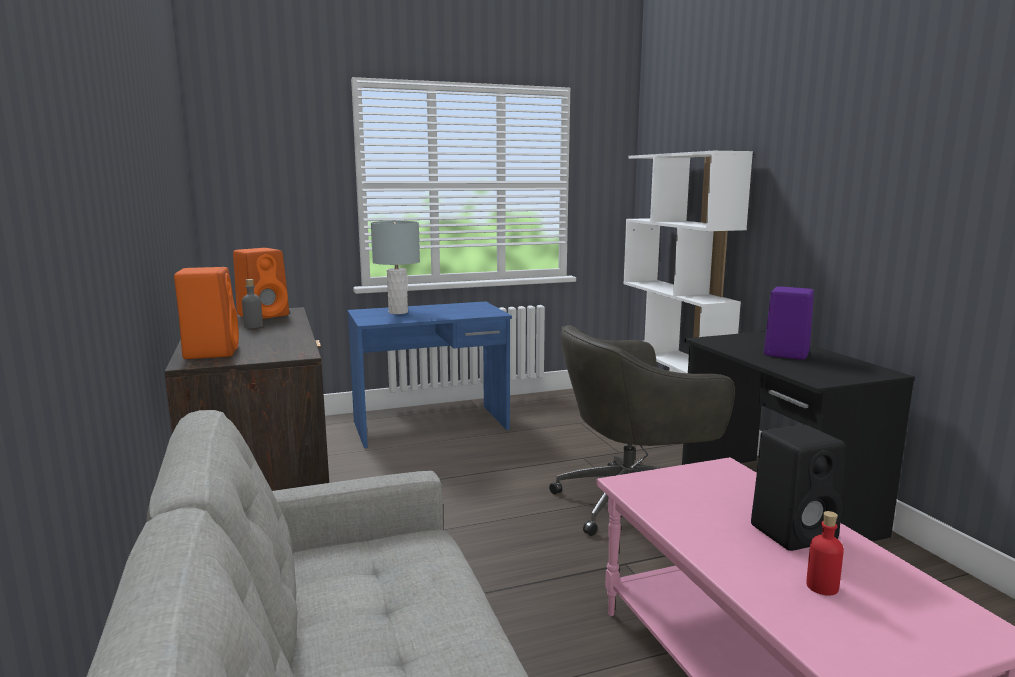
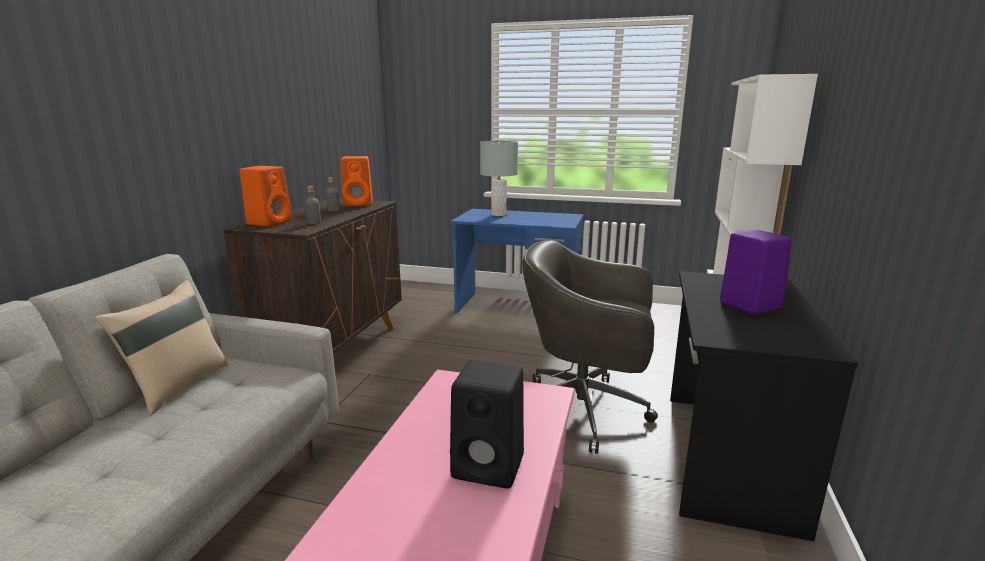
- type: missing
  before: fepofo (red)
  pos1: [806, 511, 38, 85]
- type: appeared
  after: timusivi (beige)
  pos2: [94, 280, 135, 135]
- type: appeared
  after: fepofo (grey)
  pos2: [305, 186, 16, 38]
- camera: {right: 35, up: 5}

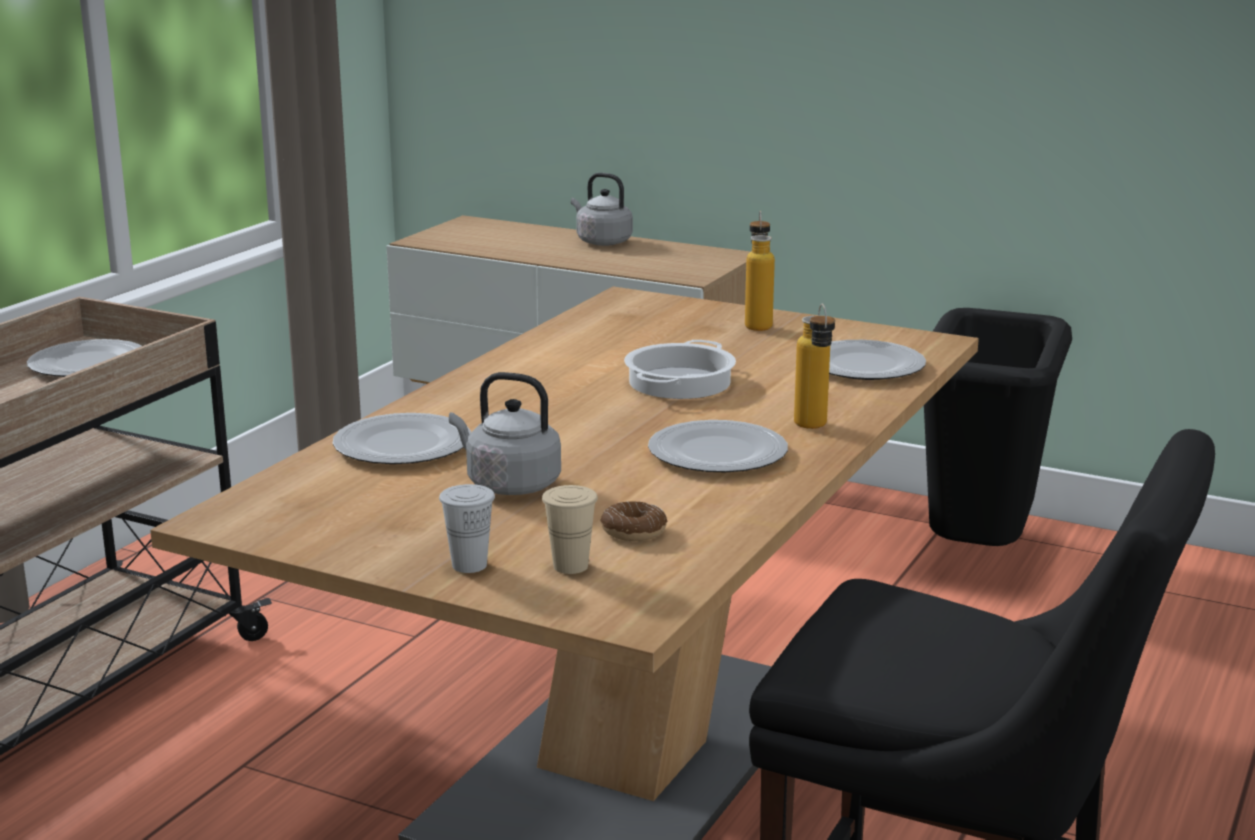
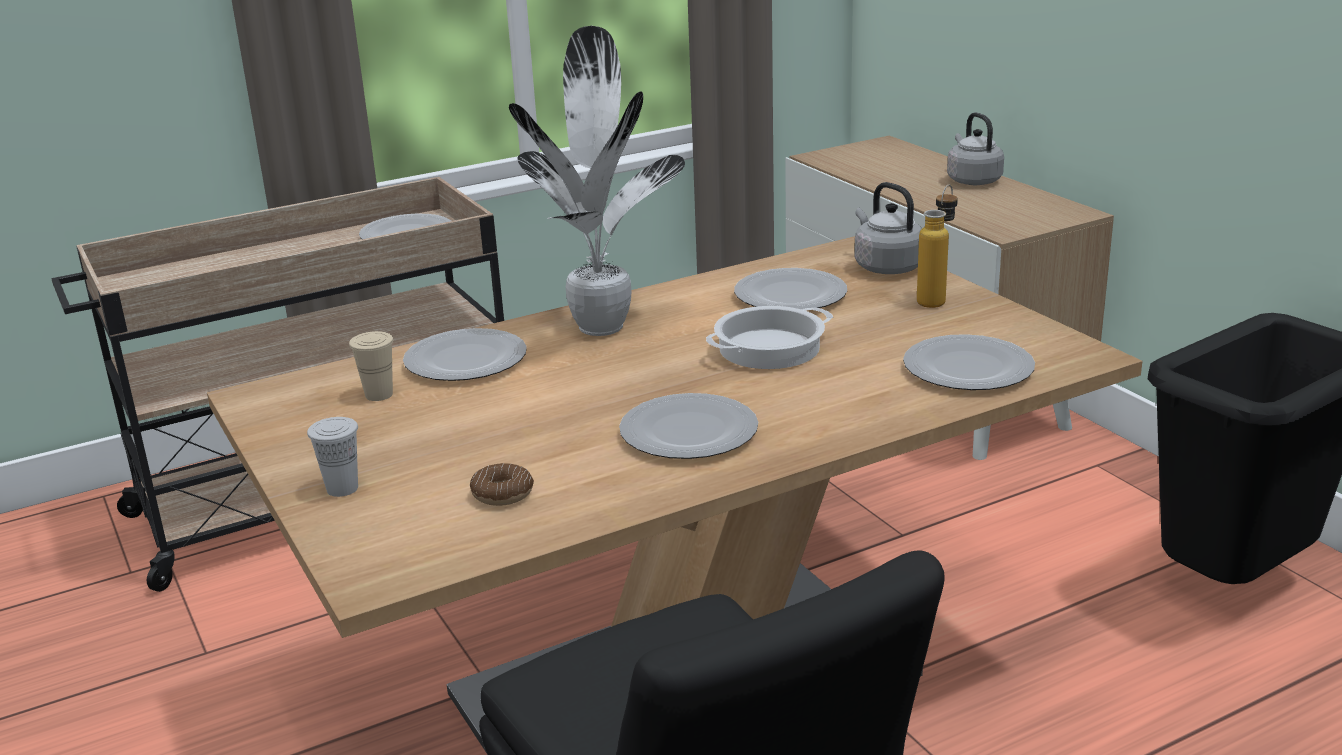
- type: relocated
  before: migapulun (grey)
  pos1: [449, 372, 112, 123]
  pos2: [854, 182, 68, 92]
- type: relocated
  before: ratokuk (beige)
  pos1: [542, 485, 56, 89]
  pos2: [349, 331, 45, 70]
- type: missing
  before: fepofo
  pos1: [794, 304, 41, 125]
- type: appeared
  after: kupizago
  pos2: [509, 26, 176, 310]
- type: appeared
  after: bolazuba
  pos2: [734, 268, 113, 41]
- camera: {right: 35, up: 5}

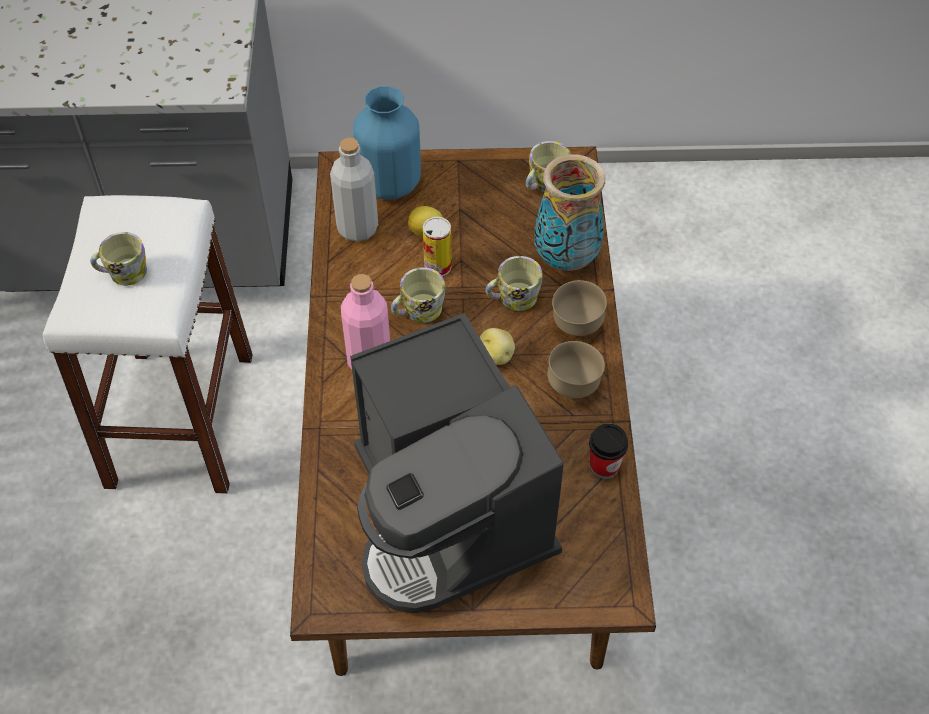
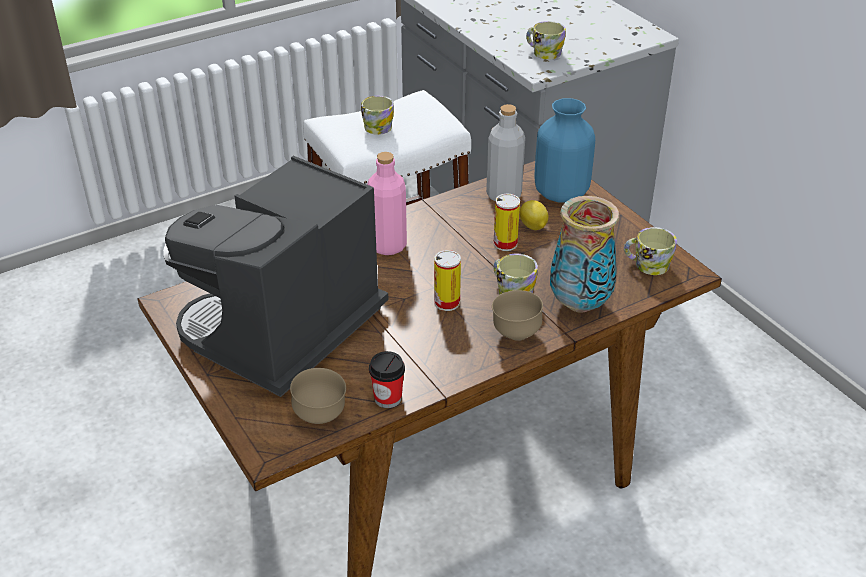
- type: relocated
  before: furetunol
  pos1: [391, 267, 54, 56]
  pos2: [526, 21, 40, 39]
- type: exchanged
  before: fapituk
  after: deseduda
  pos1: [480, 328, 35, 37]
  pos2: [434, 250, 27, 61]
- type: relocated
  before: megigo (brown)
  pos1: [547, 341, 58, 58]
  pos2: [290, 368, 56, 56]
- camera: {right: 60, up: -15}

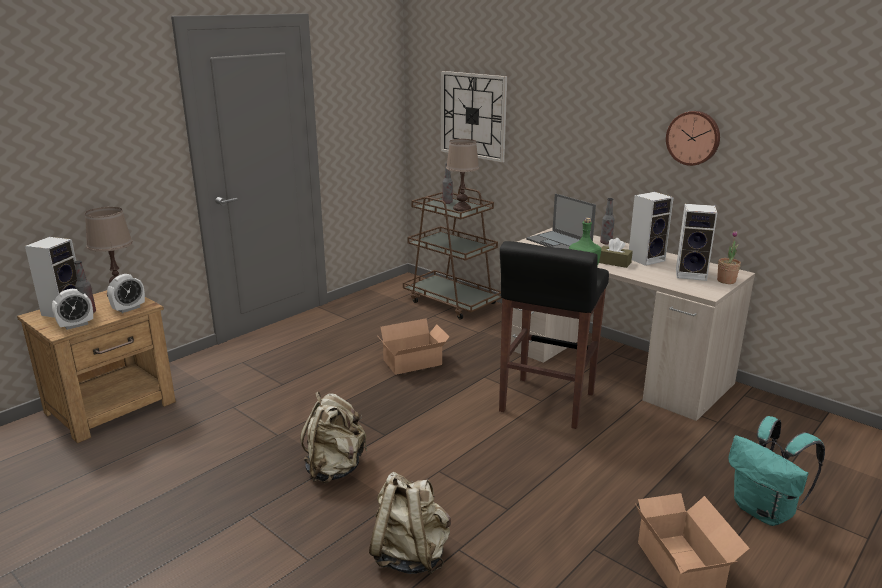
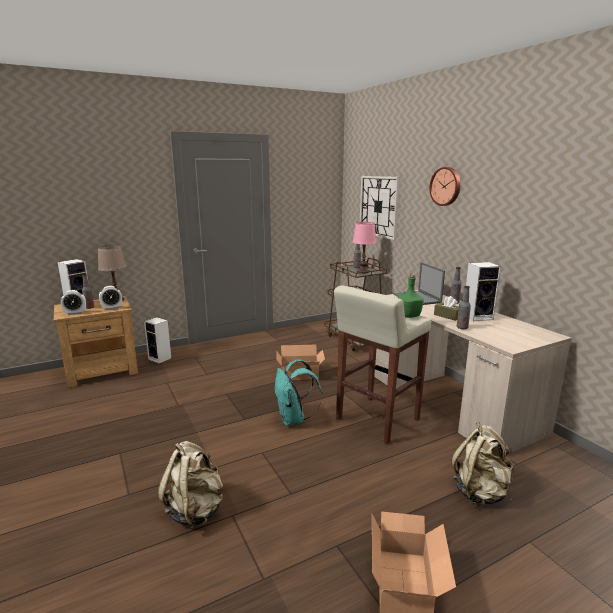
- type: relocated
  before: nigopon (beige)
  pos1: [300, 391, 67, 92]
  pos2: [451, 422, 63, 84]
- type: colour
  before: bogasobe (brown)
  after: bogasobe (pink)
  pos1: [446, 139, 33, 72]
  pos2: [352, 222, 24, 51]
- type: colour
  before: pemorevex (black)
  after: pemorevex (beige)
  pos1: [499, 241, 110, 188]
  pos2: [334, 285, 97, 159]
- type: relocated
  before: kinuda
  pos1: [666, 111, 54, 55]
  pos2: [429, 167, 31, 39]
- type: relocated
  before: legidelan
  pos1: [676, 204, 41, 77]
  pos2: [144, 317, 27, 47]
- type: missing
  before: kupizago
  pos1: [717, 230, 24, 54]
- type: relocated
  before: nigopon (turquoise)
  pos1: [728, 416, 97, 110]
  pos2: [275, 359, 47, 67]
- type: appeared
  after: fepofo
  pos2: [457, 286, 14, 43]
- camera: {right: 20, up: -5}

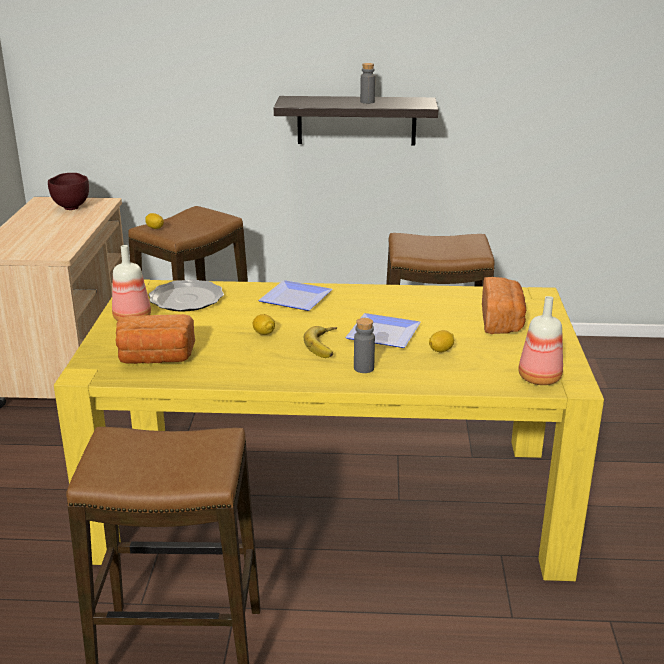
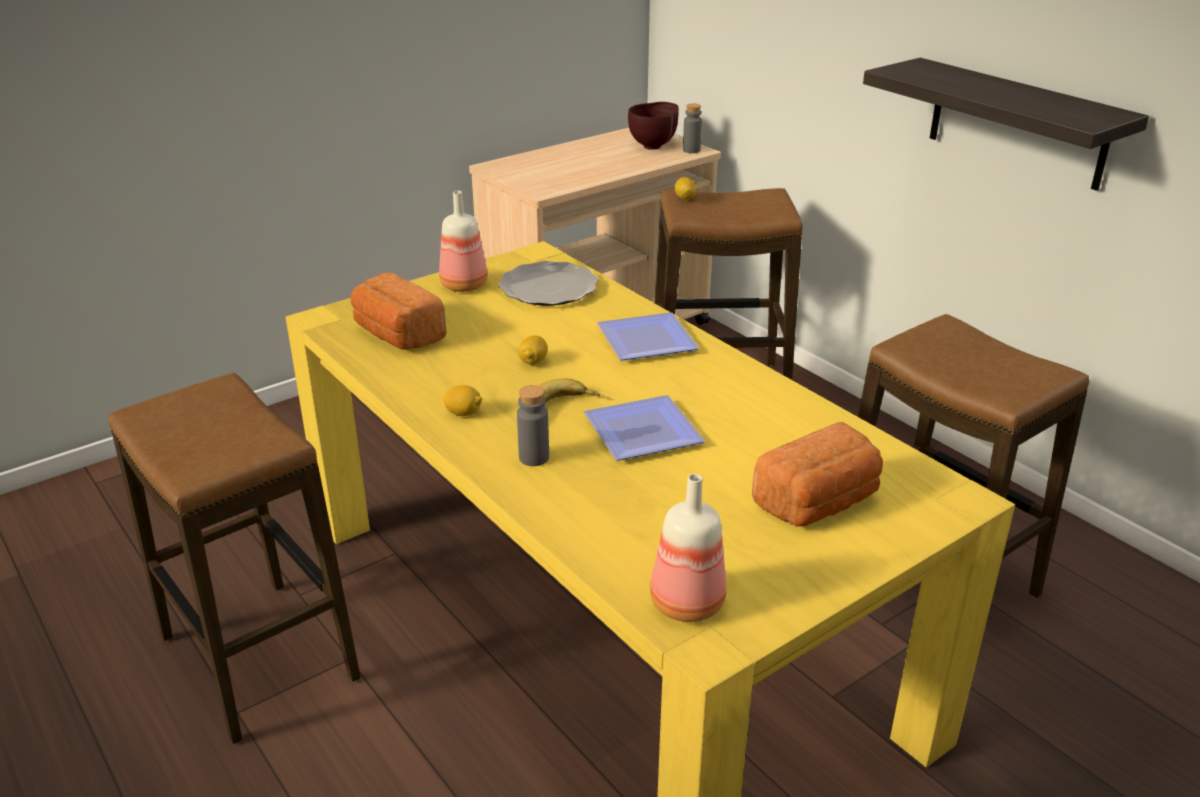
- type: relocated
  before: fepofo (grey)
  pos1: [360, 63, 15, 41]
  pos2: [683, 104, 19, 49]
- type: relocated
  before: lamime
  pos1: [429, 330, 25, 22]
  pos2: [444, 385, 38, 31]
- camera: {right: 50, up: 5}

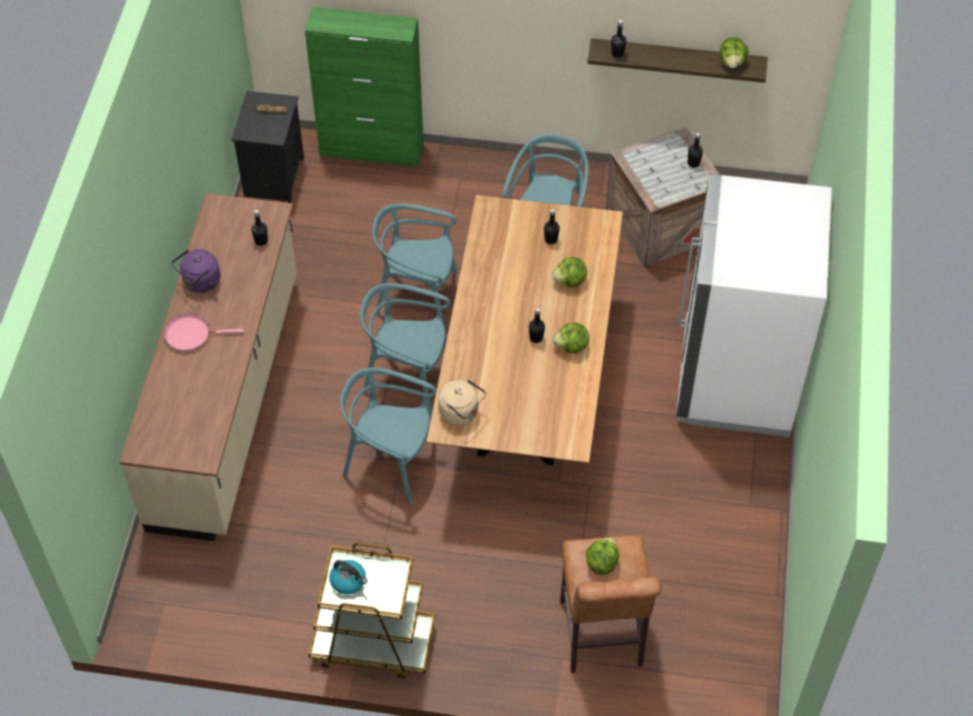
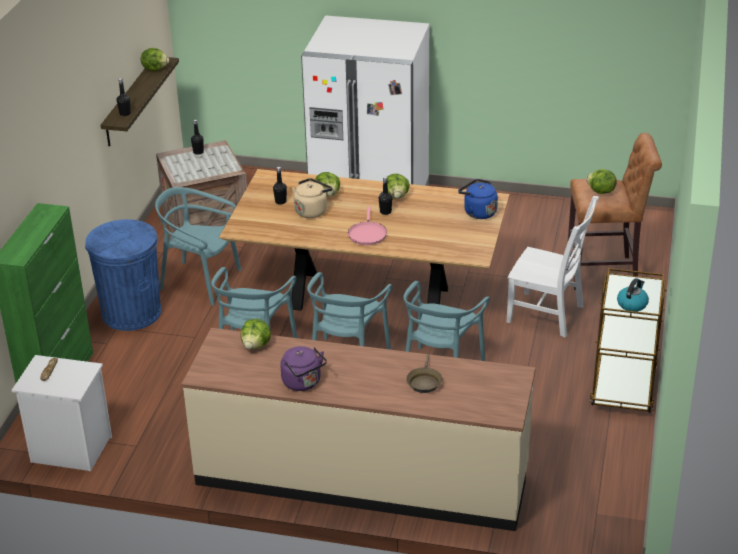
- type: relocated
  before: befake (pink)
  pos1: [164, 314, 80, 38]
  pos2: [348, 207, 39, 38]
- type: colour
  before: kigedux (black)
  after: kigedux (white)
  pos1: [231, 91, 73, 112]
  pos2: [11, 355, 101, 116]
- type: exchanged
  before: fepofo (black)
  after: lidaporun
  pos1: [251, 210, 17, 36]
  pos2: [241, 319, 30, 30]
- type: relocated
  before: migapulun (beige)
  pos1: [438, 378, 48, 47]
  pos2: [292, 178, 41, 40]
- type: appeared
  after: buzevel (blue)
  pos2: [85, 219, 76, 112]
- type: appeared
  after: befake (brown)
  pos2: [406, 354, 37, 39]
- type: appeared
  after: migapulun (blue)
  pos2: [458, 179, 40, 40]
- type: appeared
  after: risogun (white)
  pos2: [507, 196, 92, 141]
- camera: {right: -85, up: -20}

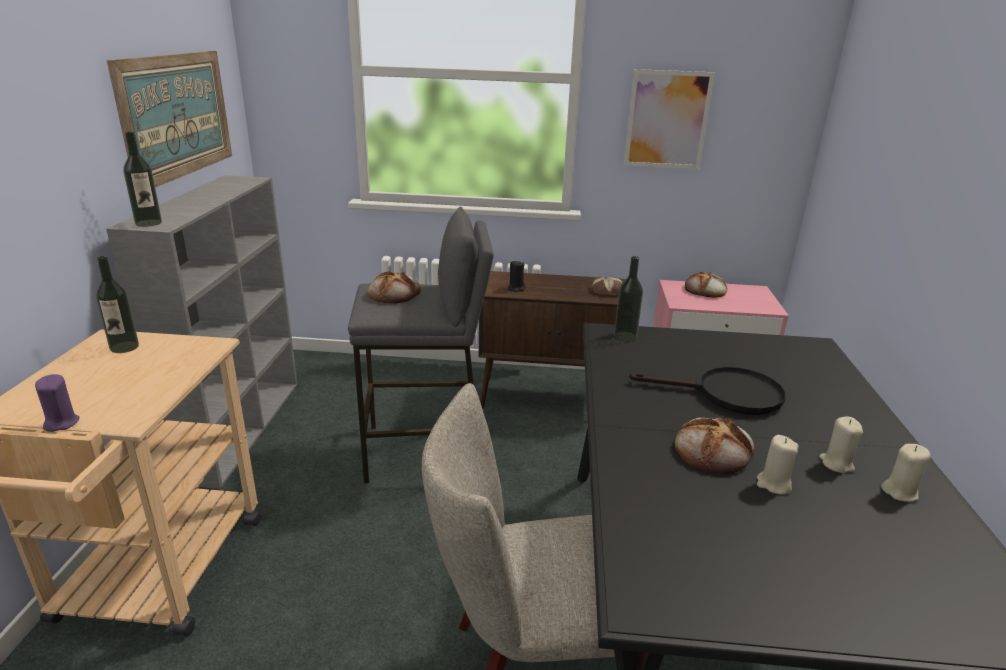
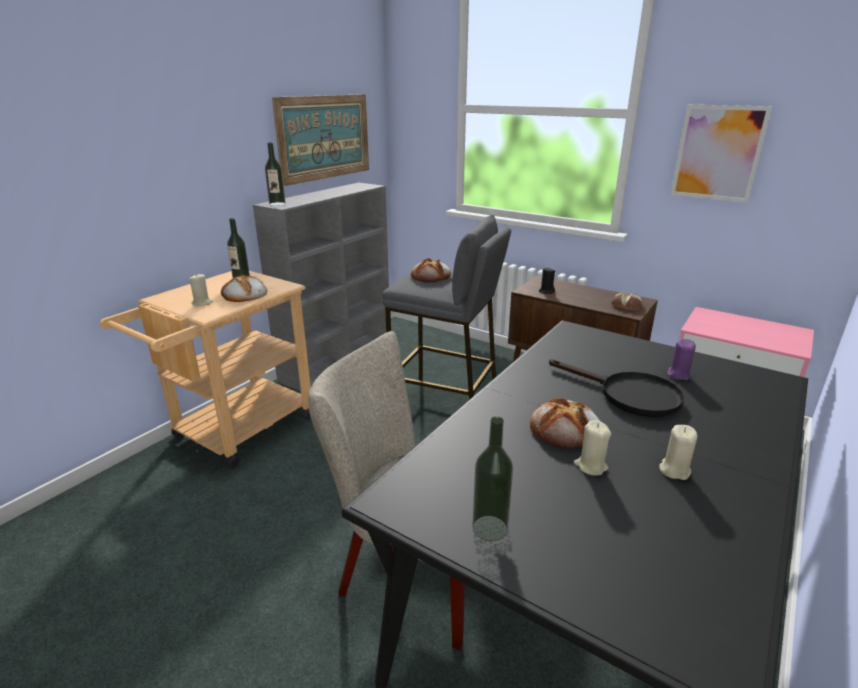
- type: relocated
  before: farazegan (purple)
  pos1: [35, 374, 44, 58]
  pos2: [667, 339, 29, 41]
- type: relocated
  before: fepofo
  pos1: [614, 256, 29, 86]
  pos2: [472, 416, 41, 125]
- type: relocated
  before: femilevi
  pos1: [685, 272, 43, 26]
  pos2: [221, 275, 46, 27]
- type: relocated
  before: farazegan (beige)
  pos1: [881, 444, 50, 58]
  pos2: [189, 273, 24, 33]
- camera: {right: 30, up: 0}

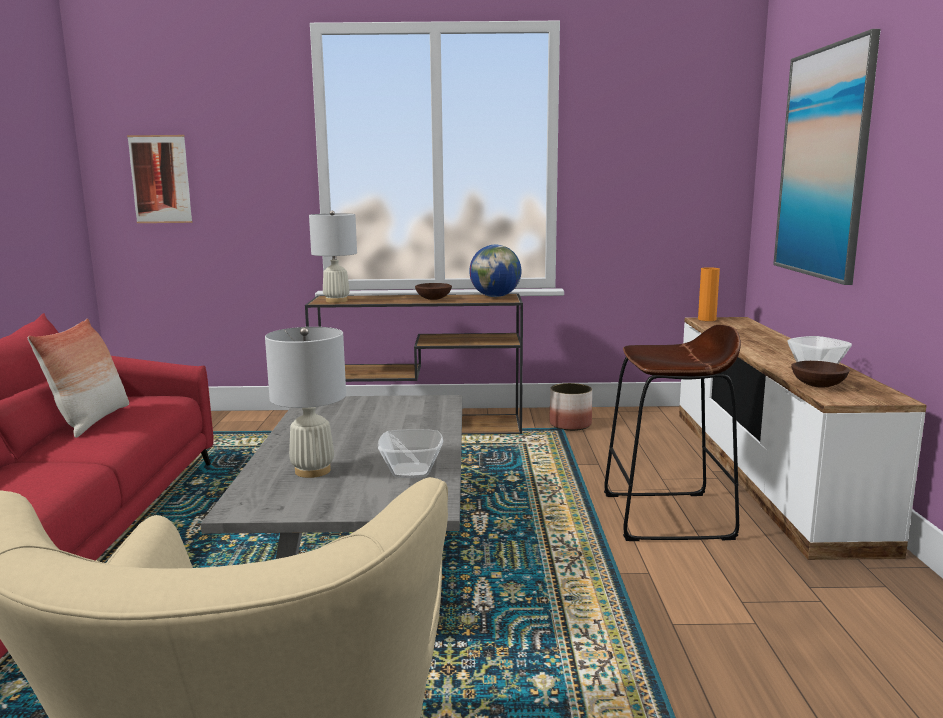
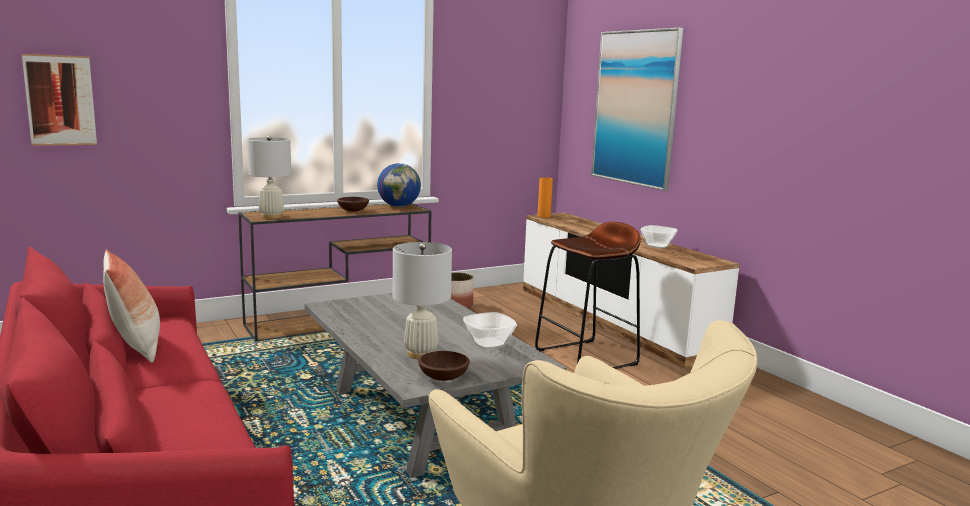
- type: relocated
  before: megigo (brown)
  pos1: [791, 361, 59, 27]
  pos2: [418, 351, 52, 30]
- camera: {right: -30, up: 0}

